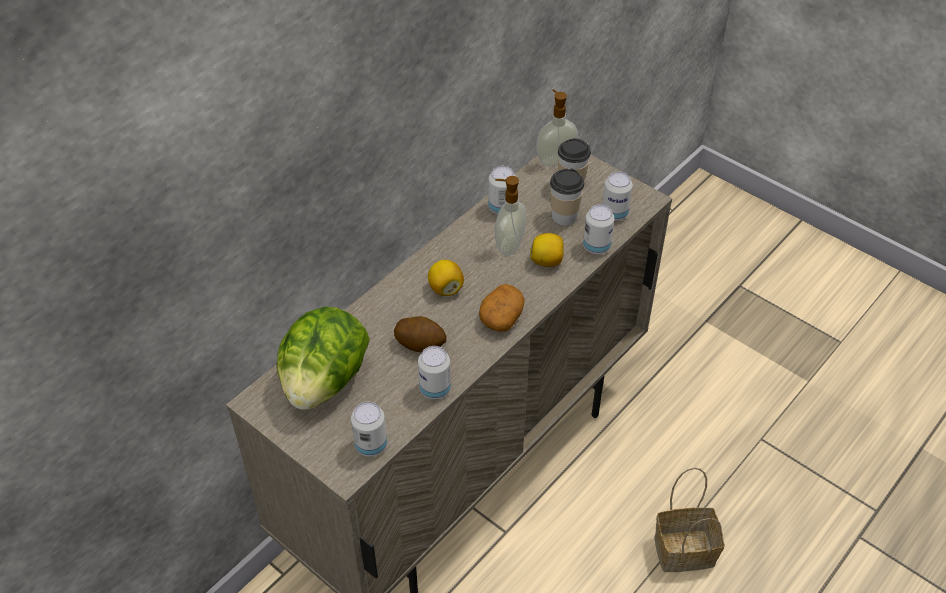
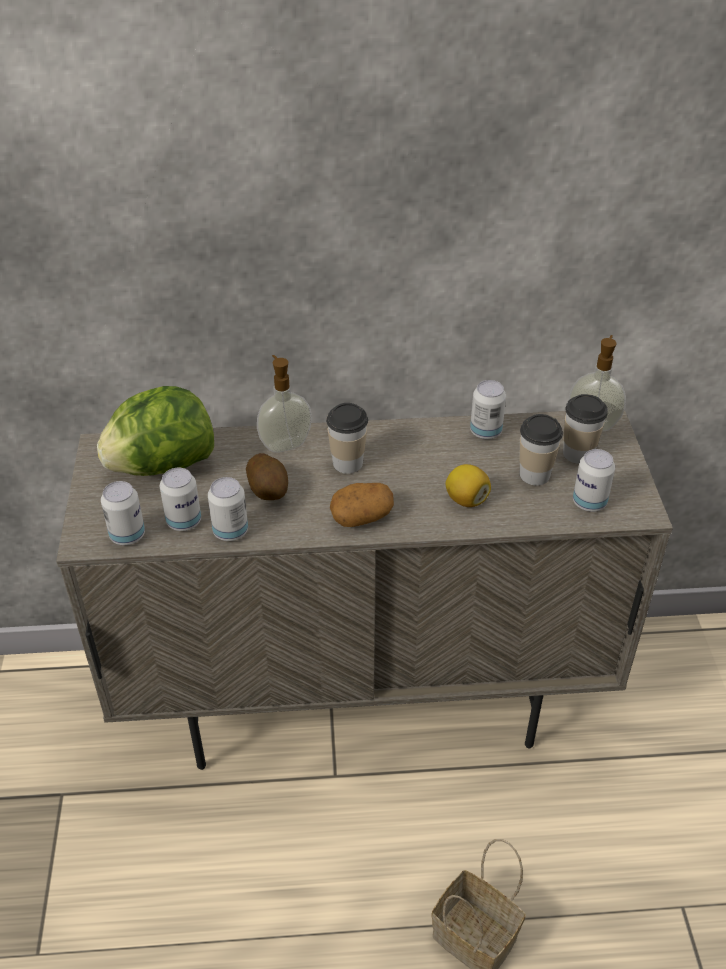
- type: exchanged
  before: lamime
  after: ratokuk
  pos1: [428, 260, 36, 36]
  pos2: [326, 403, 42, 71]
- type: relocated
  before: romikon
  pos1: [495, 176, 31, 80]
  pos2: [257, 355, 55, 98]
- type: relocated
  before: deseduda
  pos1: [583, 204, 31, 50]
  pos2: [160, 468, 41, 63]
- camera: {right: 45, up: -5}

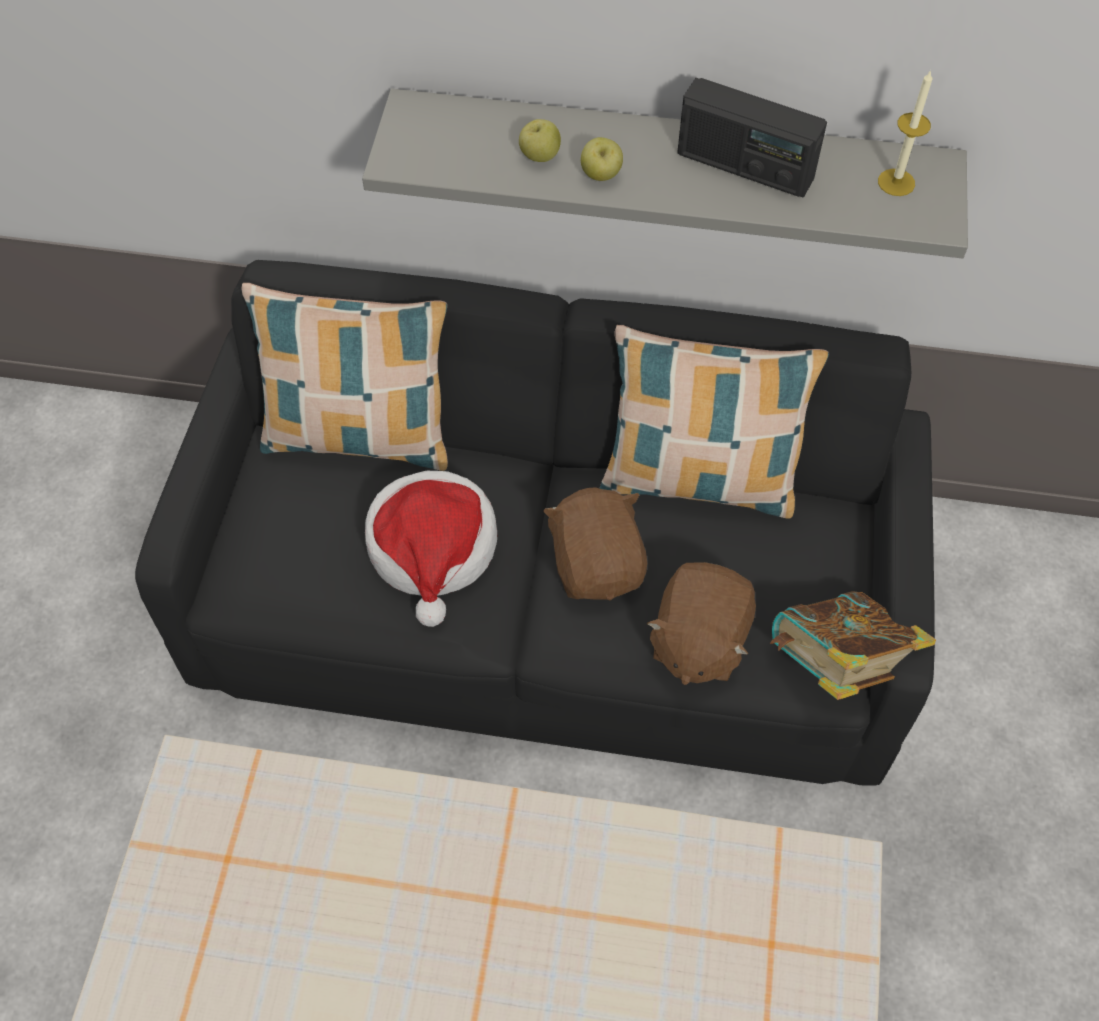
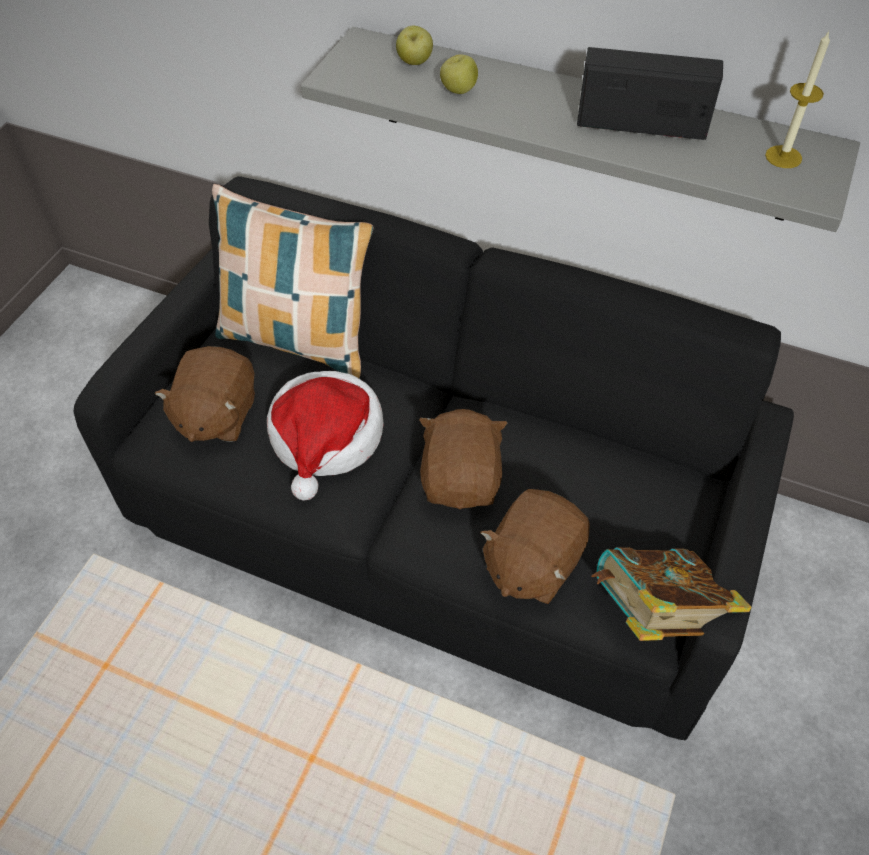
- type: relocated
  before: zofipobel
  pos1: [581, 137, 42, 44]
  pos2: [396, 26, 37, 39]
- type: missing
  before: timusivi
  pos1: [600, 325, 229, 194]
- type: spun
  before: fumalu
  pos1: [677, 78, 150, 119]
  pos2: [577, 47, 146, 93]
  turn: 150
- type: appeared
  after: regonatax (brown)
  pos2: [155, 346, 100, 96]
- camera: {right: 15, up: -5}

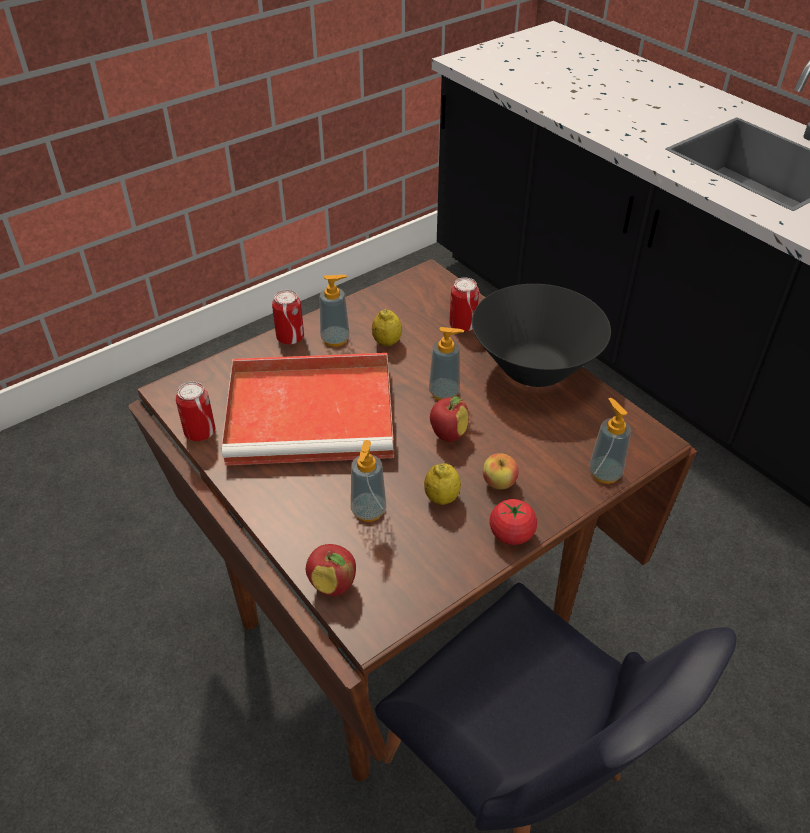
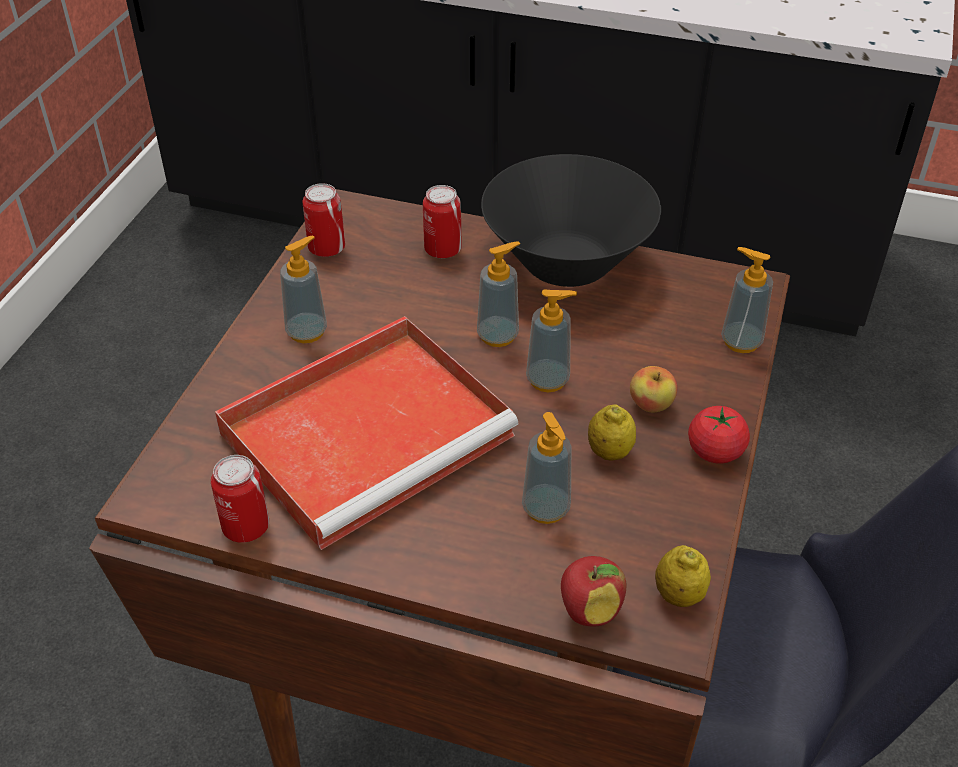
- type: relocated
  before: deseduda
  pos1: [272, 290, 32, 54]
  pos2: [302, 183, 43, 74]
- type: relocated
  before: lamime
  pos1: [372, 309, 30, 37]
  pos2: [655, 545, 56, 62]
- type: exchanged
  before: zofipobel
  after: romikon
  pos1: [430, 397, 39, 45]
  pos2: [526, 290, 51, 103]
- camera: {right: -35, up: 0}

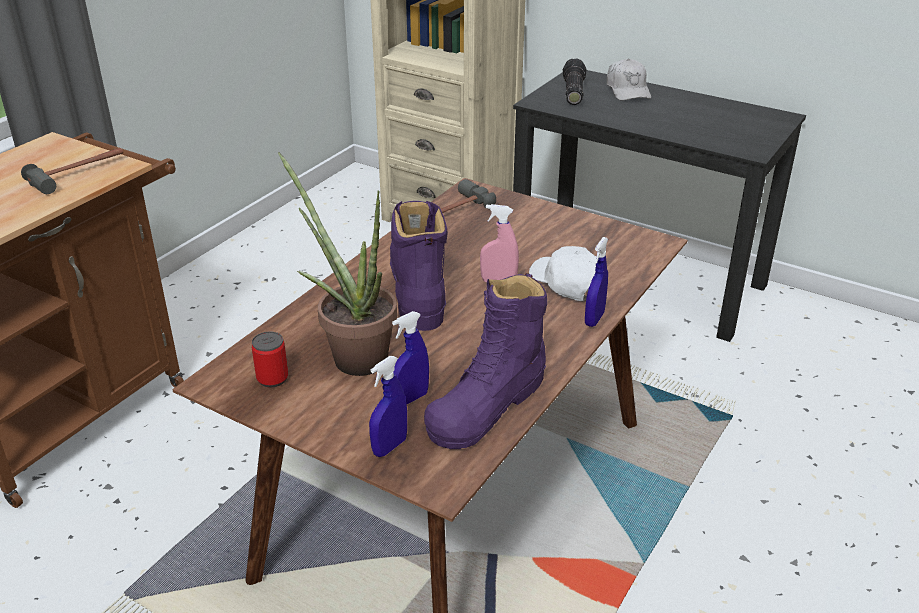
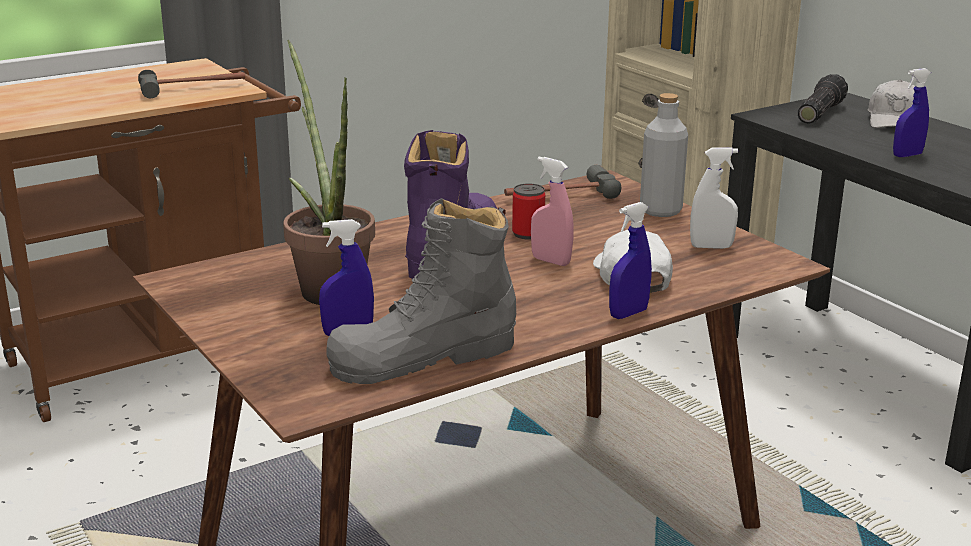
- type: relocated
  before: deseduda
  pos1: [252, 331, 36, 56]
  pos2: [512, 184, 33, 56]
- type: relocated
  before: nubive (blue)
  pos1: [369, 356, 38, 101]
  pos2: [893, 68, 38, 89]
- type: colour
  before: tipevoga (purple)
  after: tipevoga (grey)
  pos1: [424, 273, 123, 176]
  pos2: [326, 198, 190, 186]
- type: appeared
  after: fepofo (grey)
  pos2: [640, 93, 48, 124]
- type: appeared
  after: nubive (white)
  pos2: [690, 148, 48, 101]
- camera: {right: 25, up: -10}

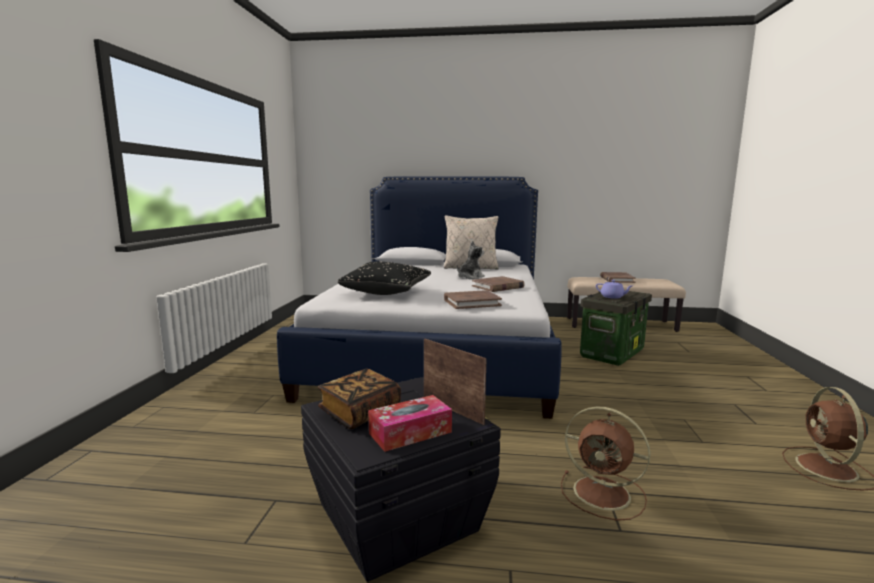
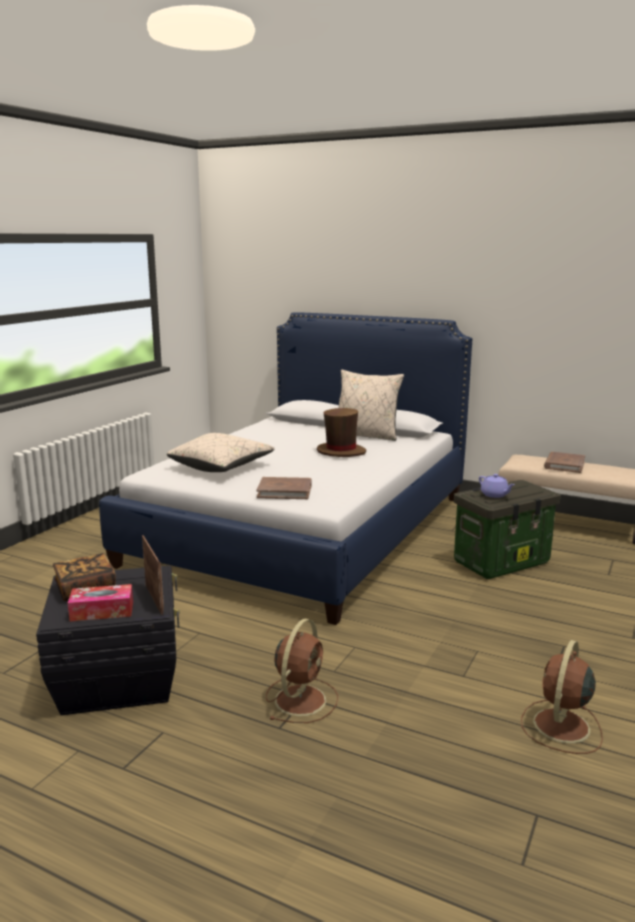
- type: colour
  before: timusivi (black)
  after: timusivi (beige)
  pos1: [338, 262, 93, 33]
  pos2: [167, 433, 108, 39]
- type: exchanged
  before: regonatax
  after: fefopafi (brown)
  pos1: [457, 241, 28, 38]
  pos2: [317, 408, 49, 49]
- type: missing
  before: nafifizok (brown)
  pos1: [472, 276, 53, 16]
- type: spun
  before: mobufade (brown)
  pos1: [561, 407, 89, 114]
  pos2: [266, 619, 72, 104]
  turn: -120
- camera: {right: 20, up: 5}

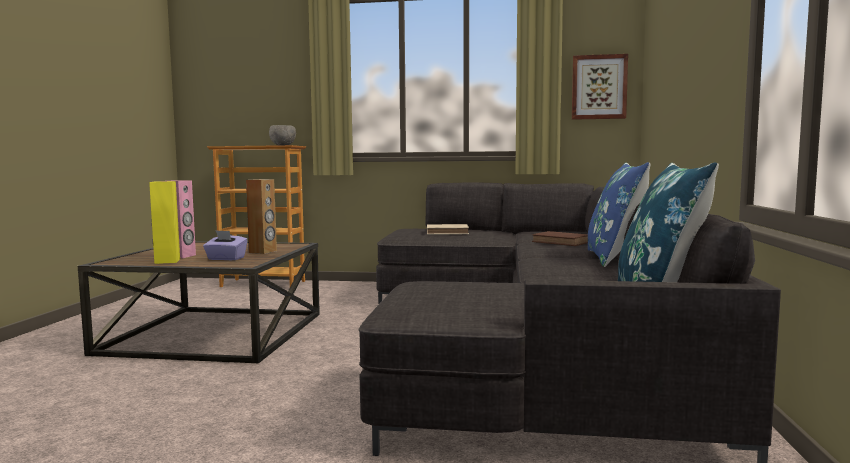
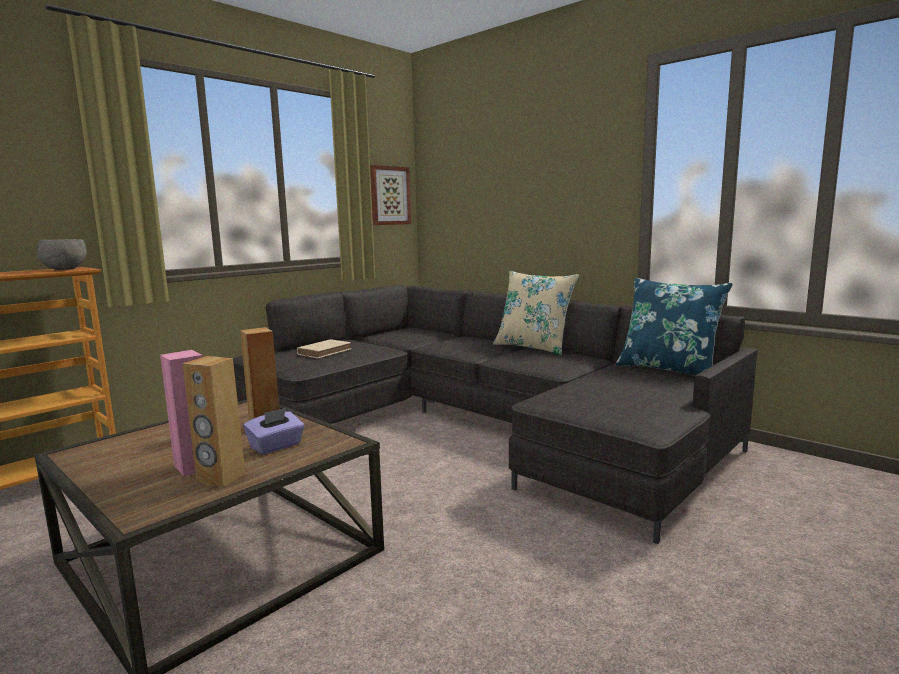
- type: colour
  before: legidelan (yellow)
  after: legidelan (brown)
  pos1: [149, 181, 31, 83]
  pos2: [182, 356, 64, 131]
- type: missing
  before: nafifizok (brown)
  pos1: [532, 231, 56, 15]
- type: colour
  before: timusivi (blue)
  after: timusivi (beige)
  pos1: [588, 162, 62, 105]
  pos2: [493, 271, 86, 85]
- camera: {right: -55, up: 5}

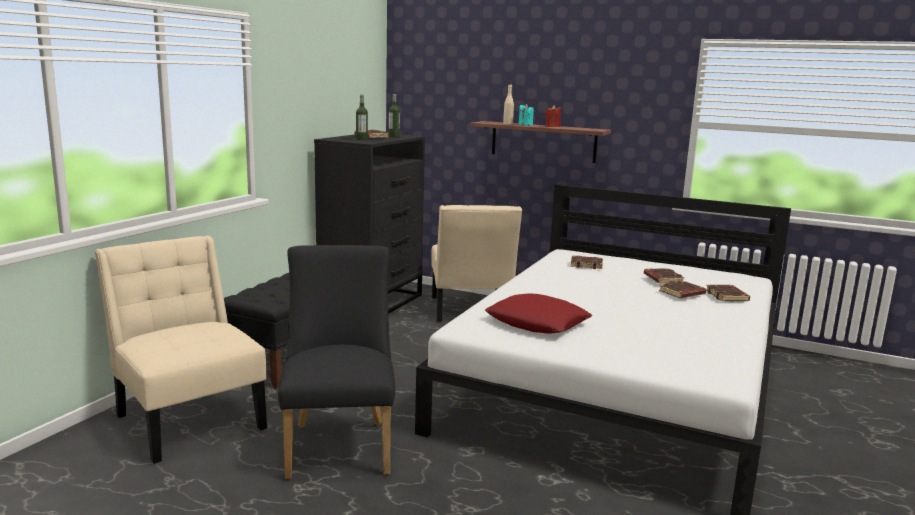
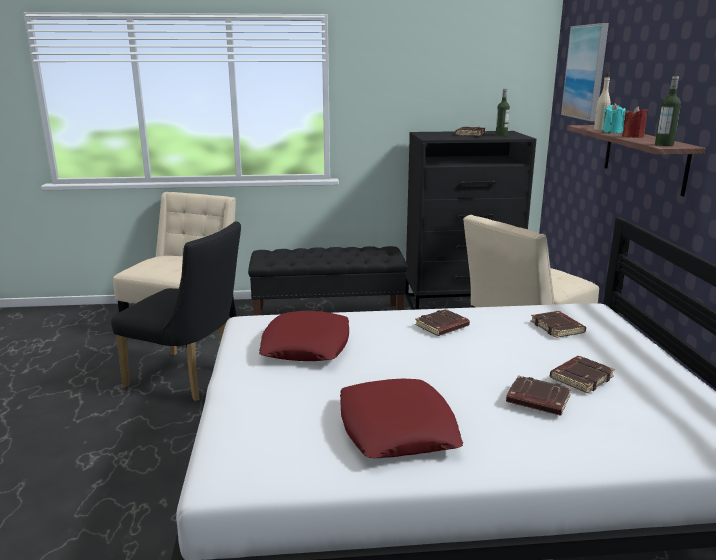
- type: spun
  before: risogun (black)
  pos1: [278, 245, 117, 234]
  pos2: [111, 221, 130, 180]
  turn: 60
- type: relocated
  before: fepofo
  pos1: [356, 95, 12, 45]
  pos2: [655, 76, 26, 70]
- type: relocated
  before: nafifizok (brown)
  pos1: [706, 285, 44, 16]
  pos2: [415, 309, 55, 27]
- type: appeared
  after: timusivi (red)
  pos2: [340, 379, 123, 79]
- type: appeared
  after: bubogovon
  pos2: [561, 23, 48, 98]
- camera: {right: 60, up: 5}

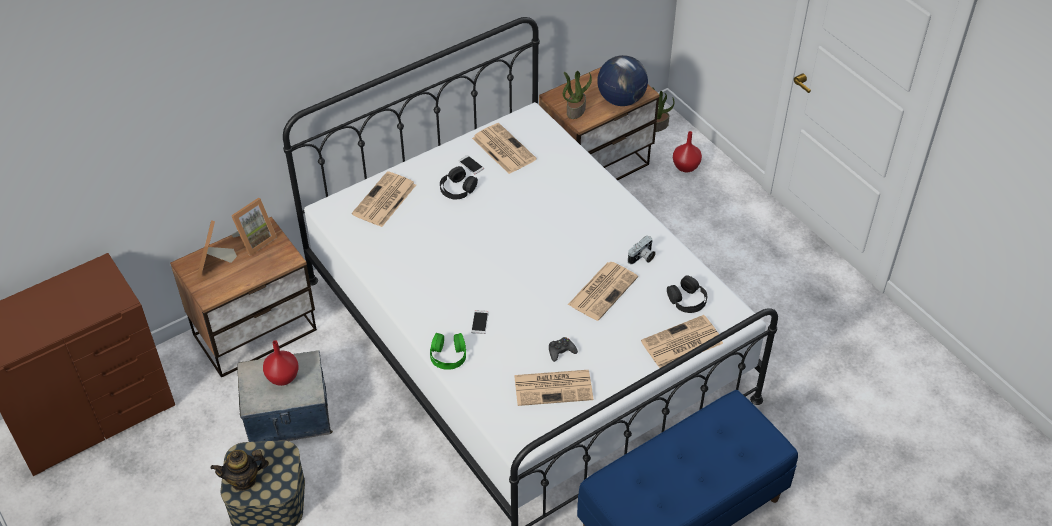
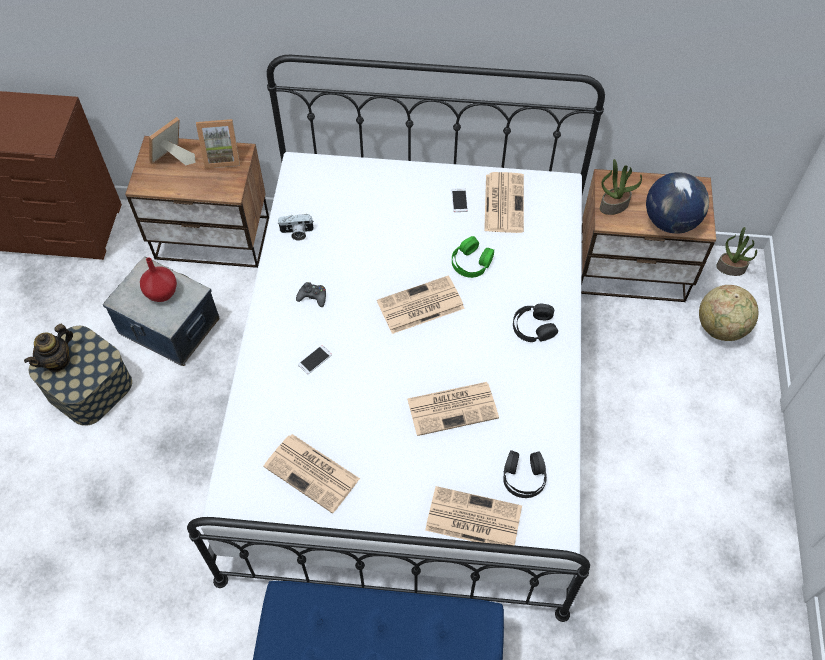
- type: spun
  before: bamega
  pos1: [211, 450, 58, 41]
  pos2: [24, 324, 49, 48]
  turn: -75
- type: relocated
  before: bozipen
  pos1: [352, 171, 64, 56]
  pos2: [377, 276, 88, 58]
- type: relocated
  before: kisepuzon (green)
  pos1: [430, 333, 36, 37]
  pos2: [452, 236, 42, 42]
- type: relocated
  before: kisepuzon (black)
  pos1: [440, 166, 38, 34]
  pos2: [513, 304, 45, 38]
- type: relocated
  before: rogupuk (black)
  pos1: [549, 337, 29, 25]
  pos2: [296, 282, 30, 25]
- type: relocated
  before: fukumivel
  pos1: [628, 236, 28, 28]
  pos2: [277, 214, 37, 27]
- type: exchanged
  before: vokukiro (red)
  after: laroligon
  pos1: [673, 131, 29, 41]
  pos2: [699, 285, 59, 56]
- camera: {right: 40, up: 10}

